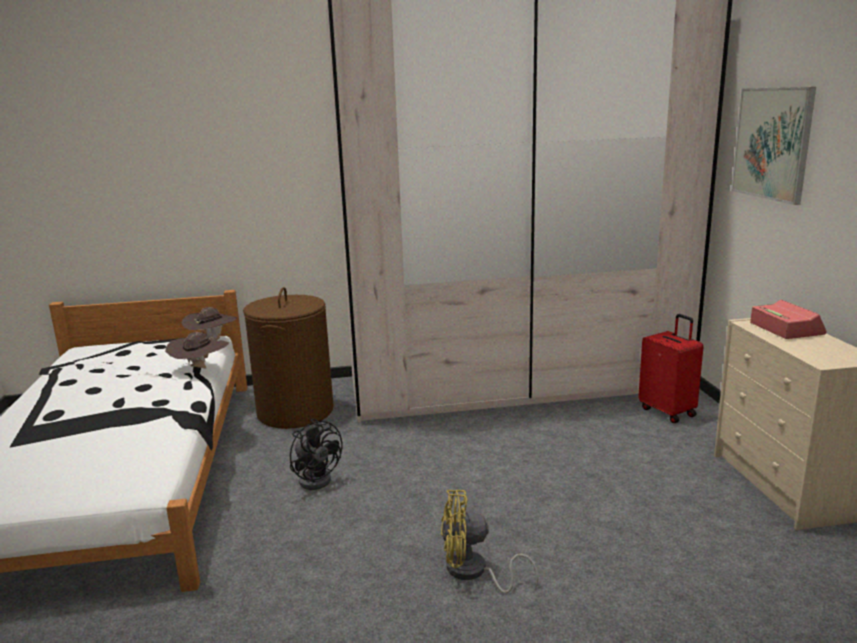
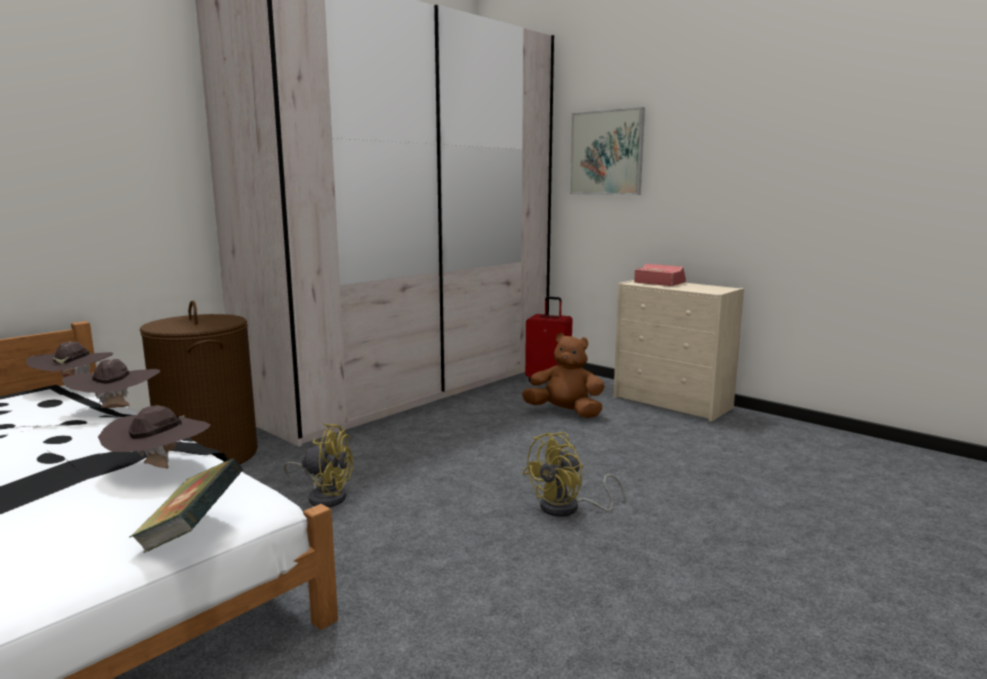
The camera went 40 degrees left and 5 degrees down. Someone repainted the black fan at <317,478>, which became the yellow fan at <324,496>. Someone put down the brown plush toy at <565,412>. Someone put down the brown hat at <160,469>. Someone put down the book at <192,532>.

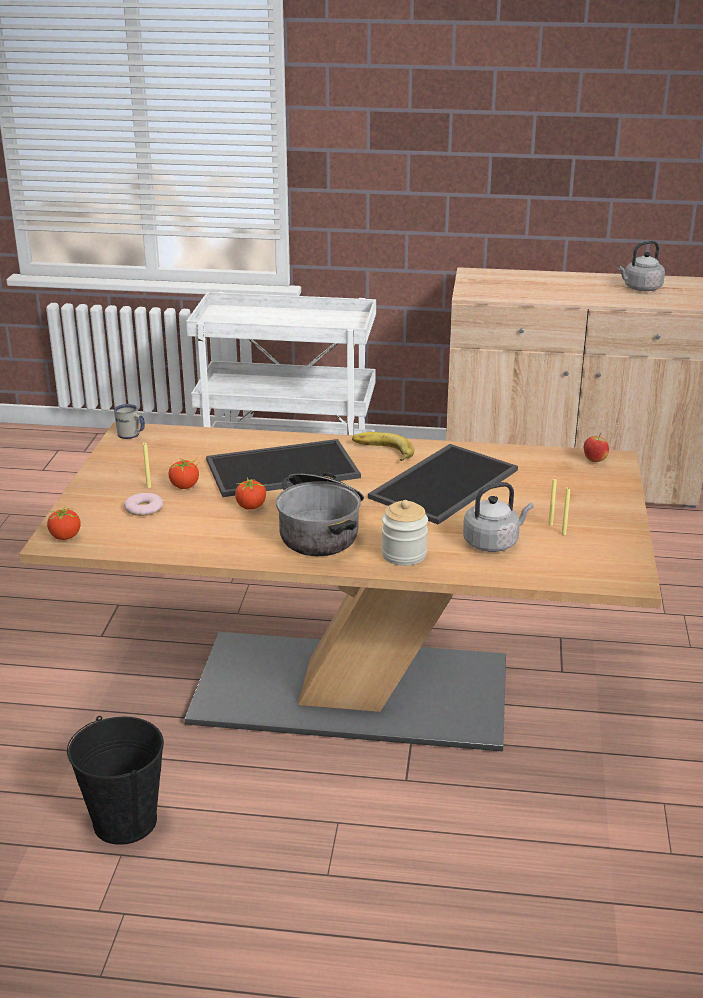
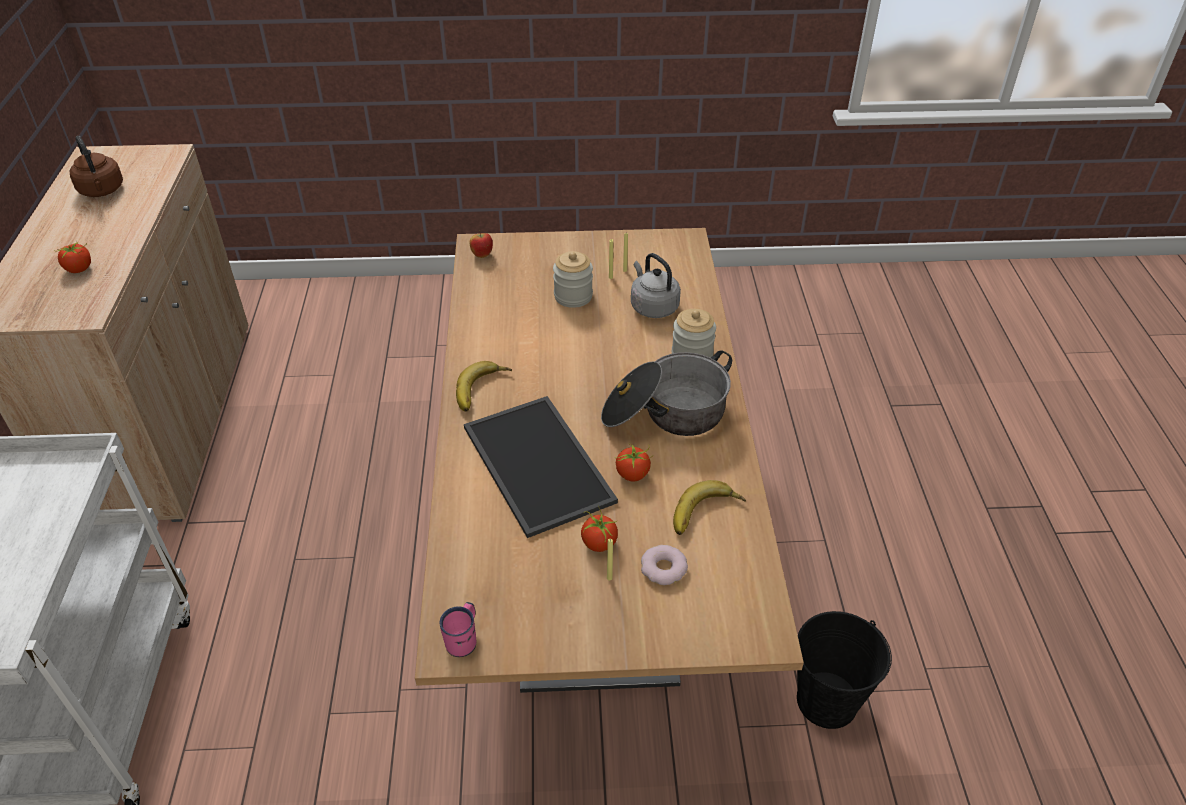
The camera went 100 degrees left and 15 degrees up. Someone repainted the grey kettle at <640,288>, which became the brown kettle at <102,191>. Someone repainted the white mug at <131,436>, which became the pink mug at <464,639>. Someone took away the tray at <443,482>. Someone carried the tomato from <65,537> to <79,269>. Someone put down the jar at <573,296>. Someone put down the banana at <706,515>.

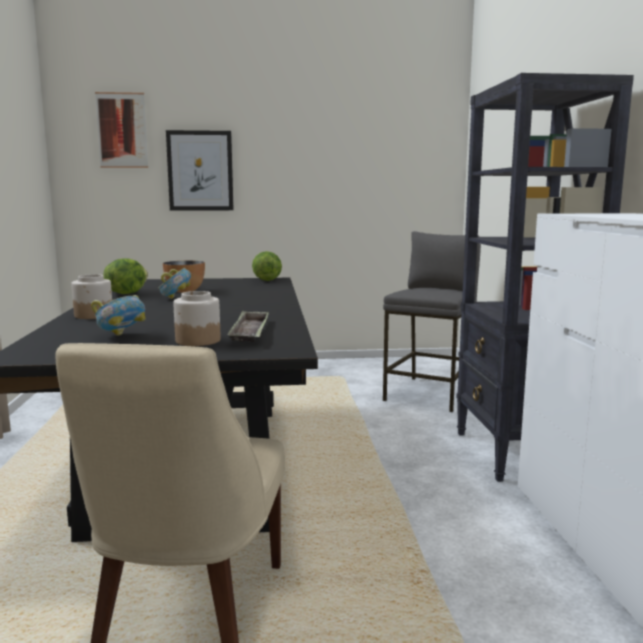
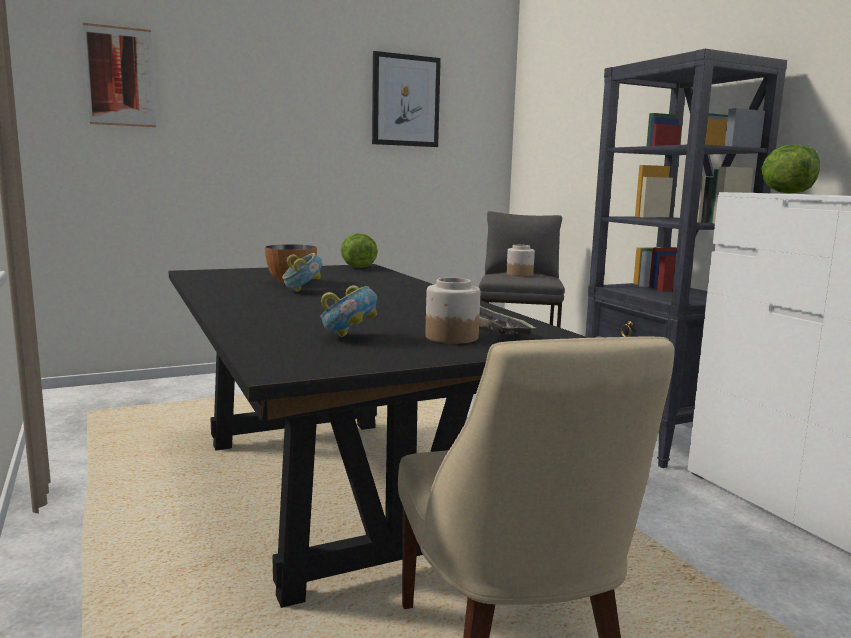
The camera went 20 degrees left and 0 degrees up. Someone carried the picture from <200,171> to <405,101>. Someone carried the lettuce from <126,293> to <786,193>. Someone carried the jar from <94,315> to <519,274>.

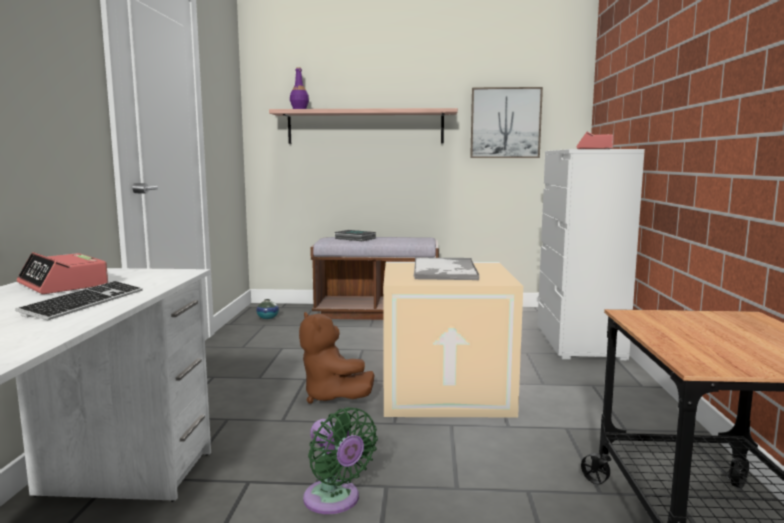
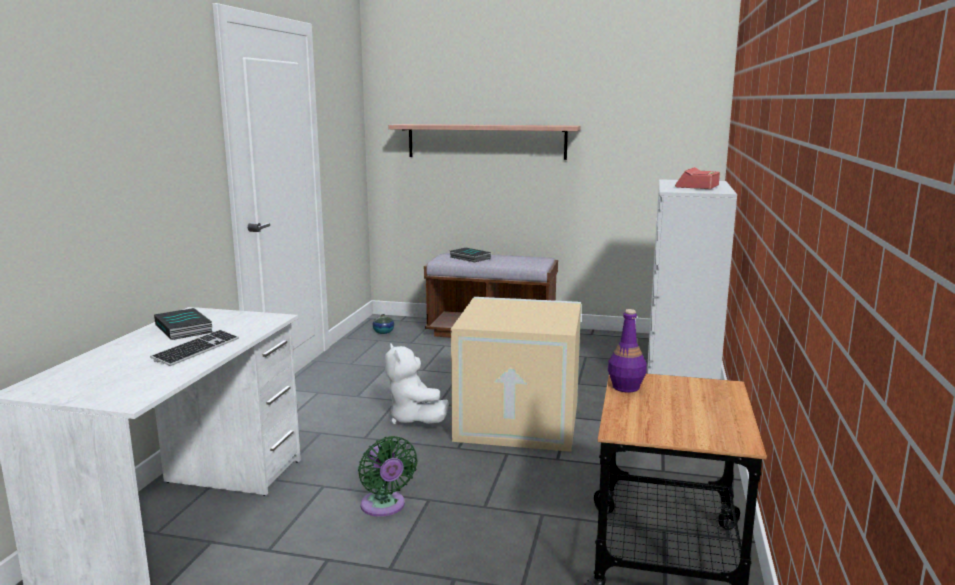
The camera went 10 degrees right and 5 degrees up. Someone carried the purple bottle from <299,109> to <625,387>. Someone took away the picture at <505,123>. Someone swapped the alarm clock at <63,285> for the book at <185,329>. Someone took away the tray at <444,270>. Someone repainted the brown plush toy at <332,396>, which became the white plush toy at <414,419>.

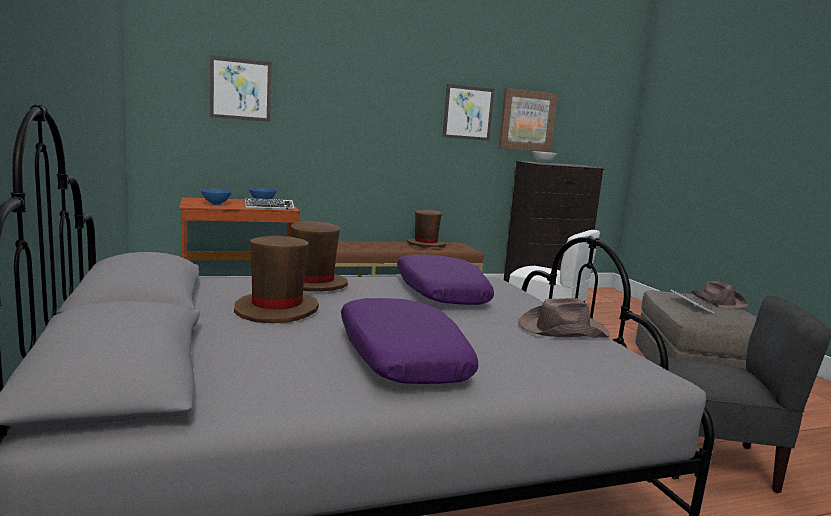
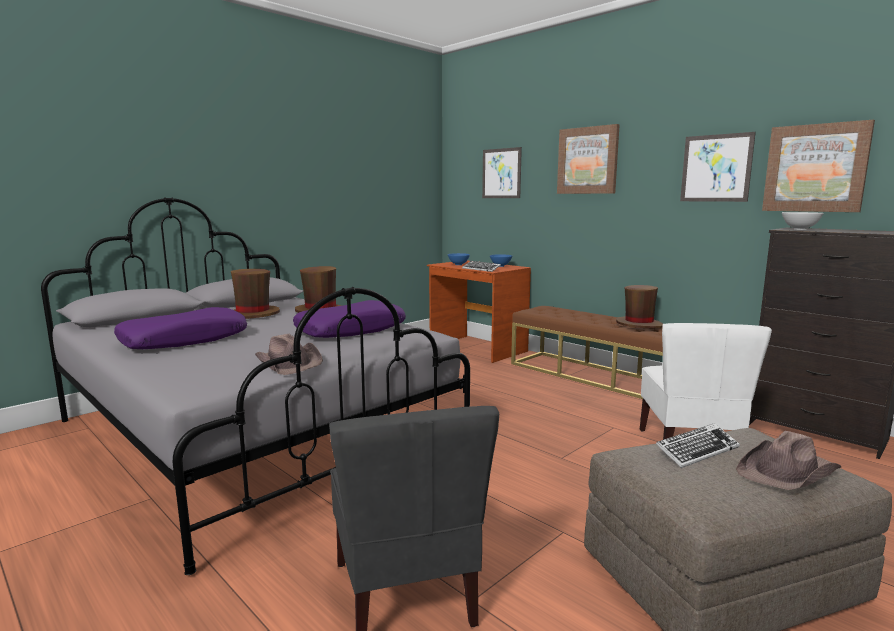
The camera went 65 degrees right and 0 degrees up. Someone put up the picture at <587,160>.

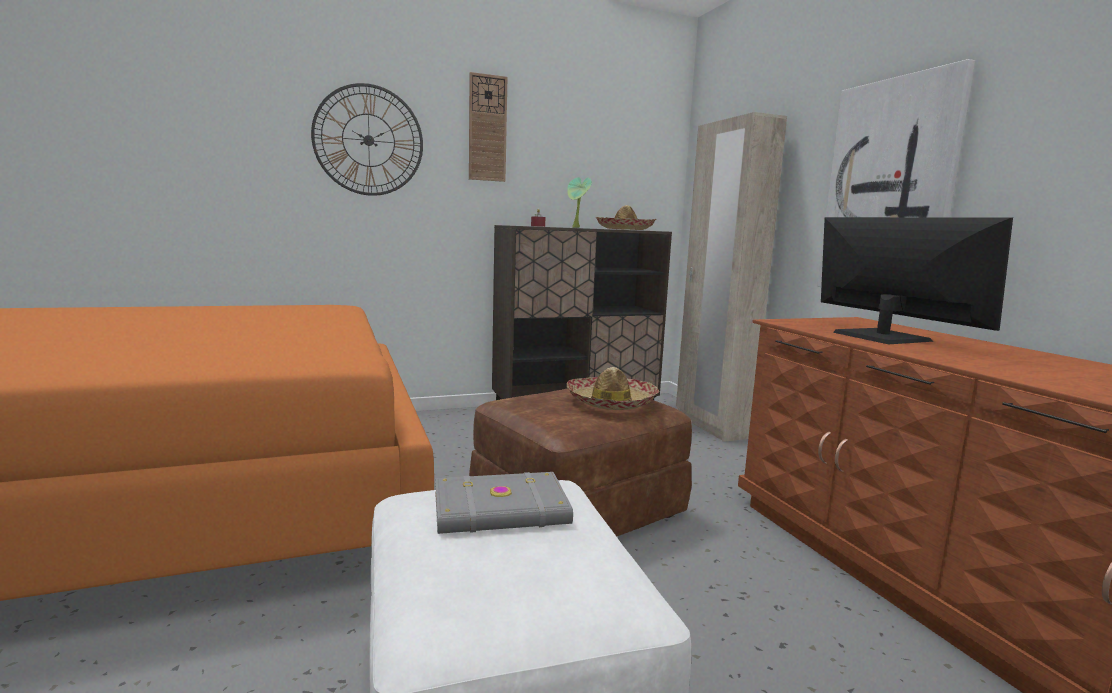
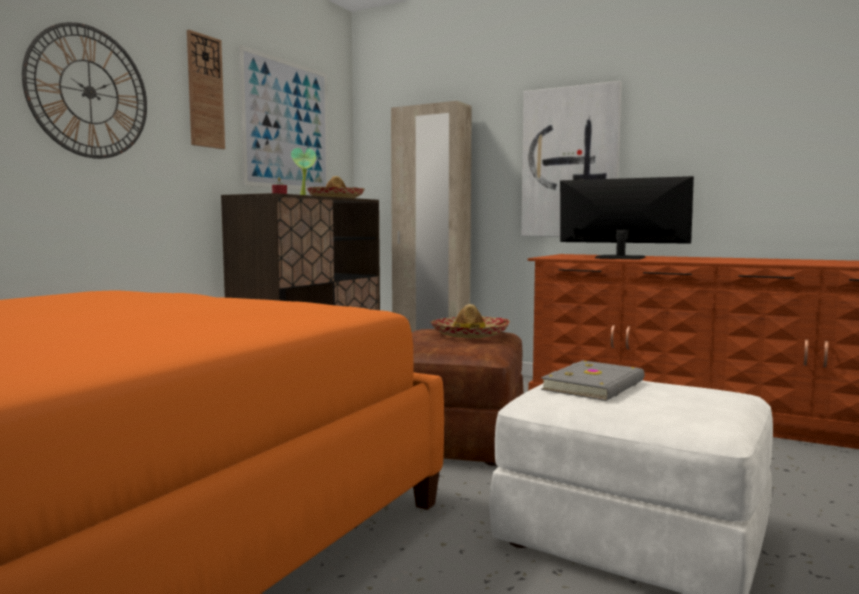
The camera went 40 degrees left and 5 degrees down. Someone put up the picture at <287,125>.

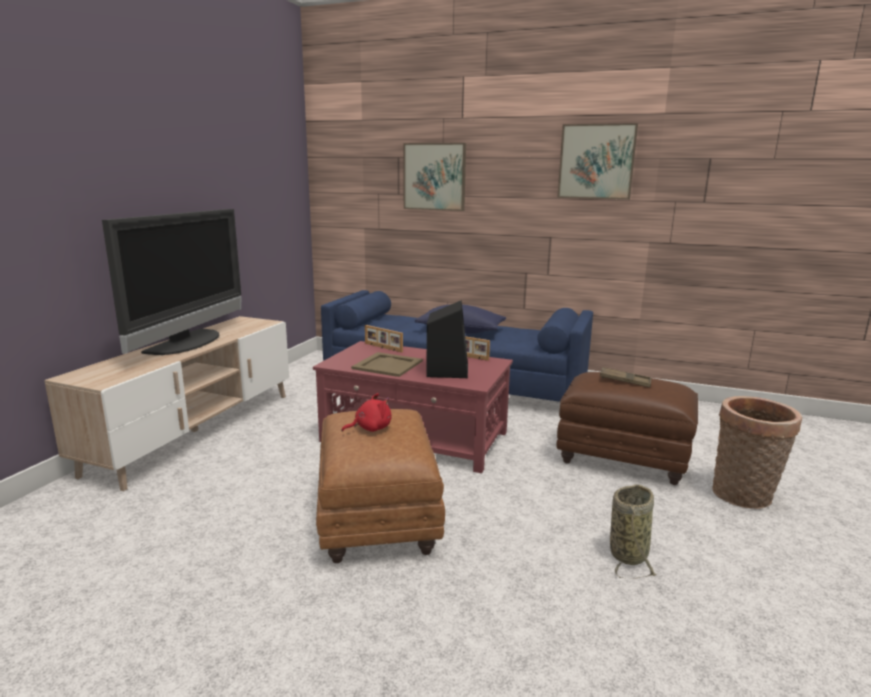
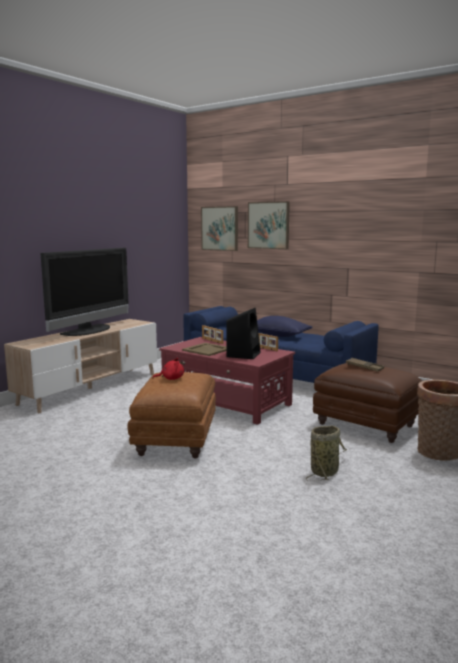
The camera went 15 degrees right and 5 degrees down. Someone carried the picture from <596,162> to <220,228>.

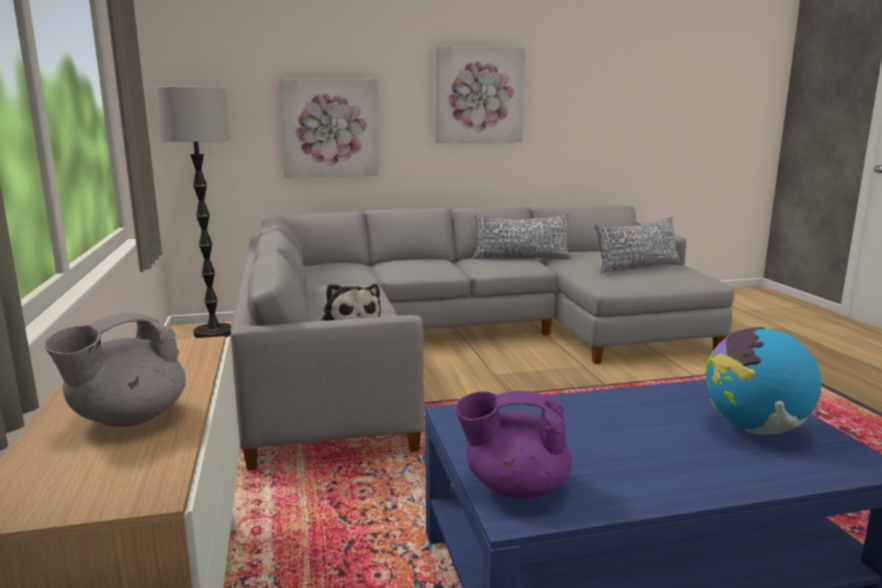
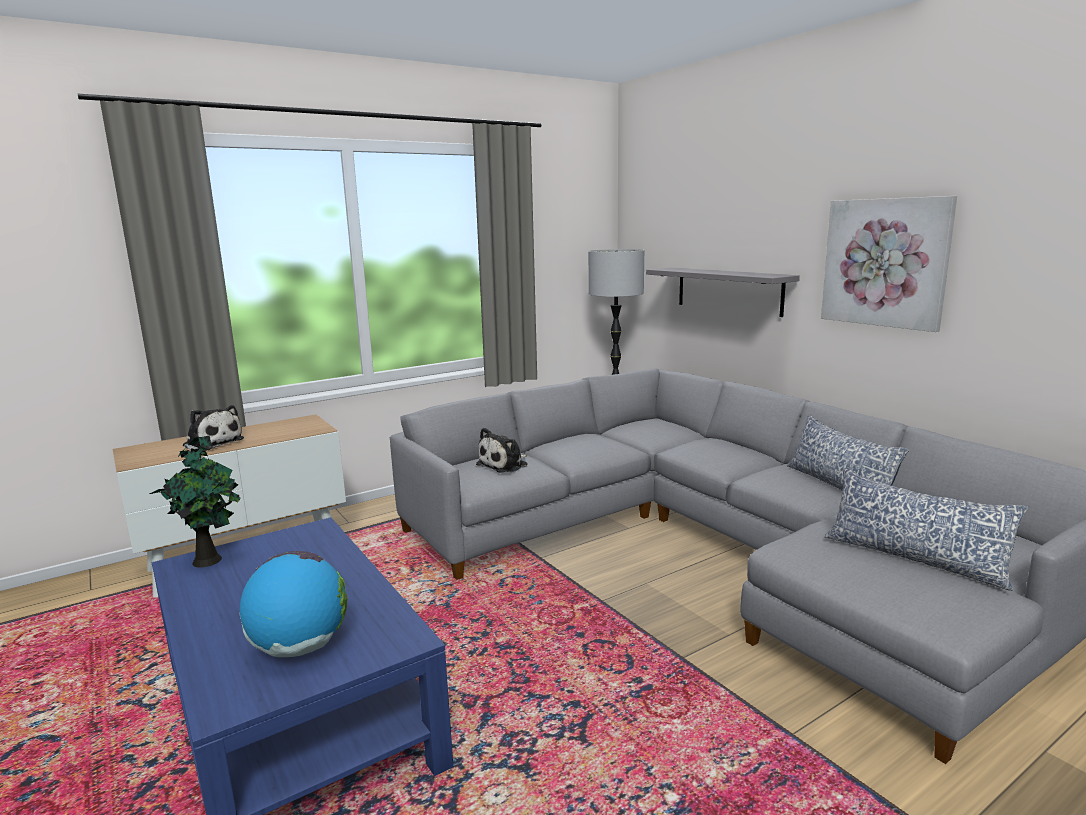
The camera went 70 degrees right and 0 degrees up. Someone swapped the picture at <329,128> for the grey shelf at <728,290>. Someone swapped the grey teapot at <128,418> for the plush toy at <212,443>. Someone swapped the purple teapot at <514,487> for the potted plant at <210,559>.

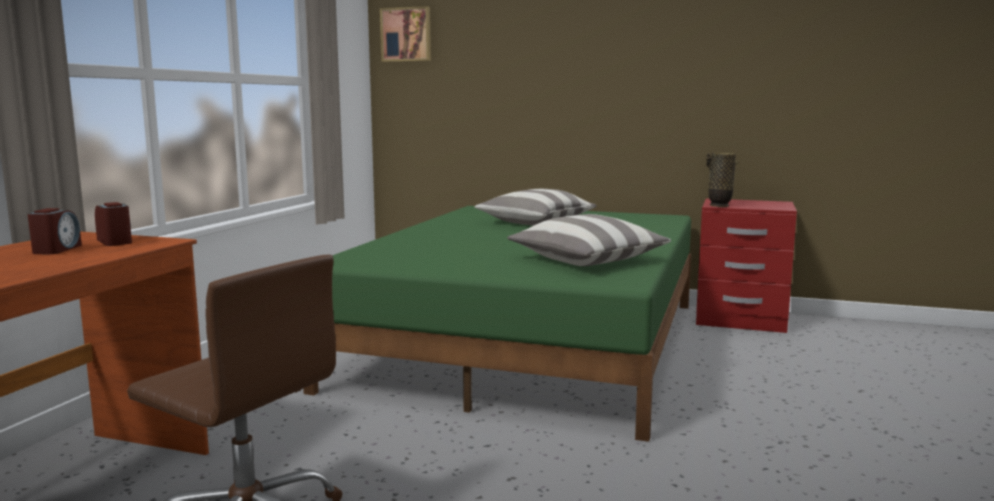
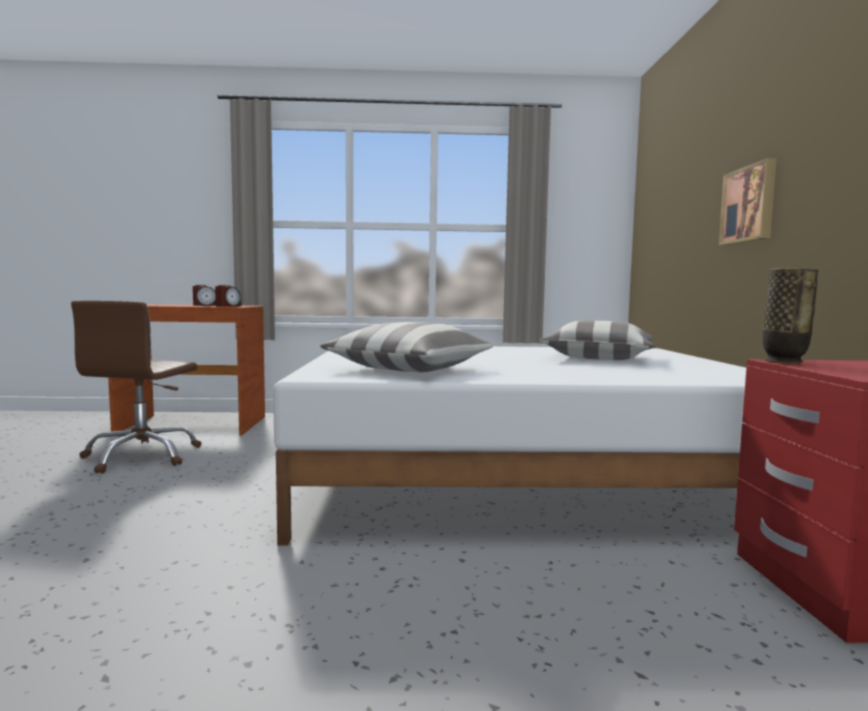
The camera went 70 degrees right and 5 degrees down. Someone carried the picture from <406,34> to <749,204>. Someone repainted the green bed at <530,343>, which became the white bed at <519,477>.

